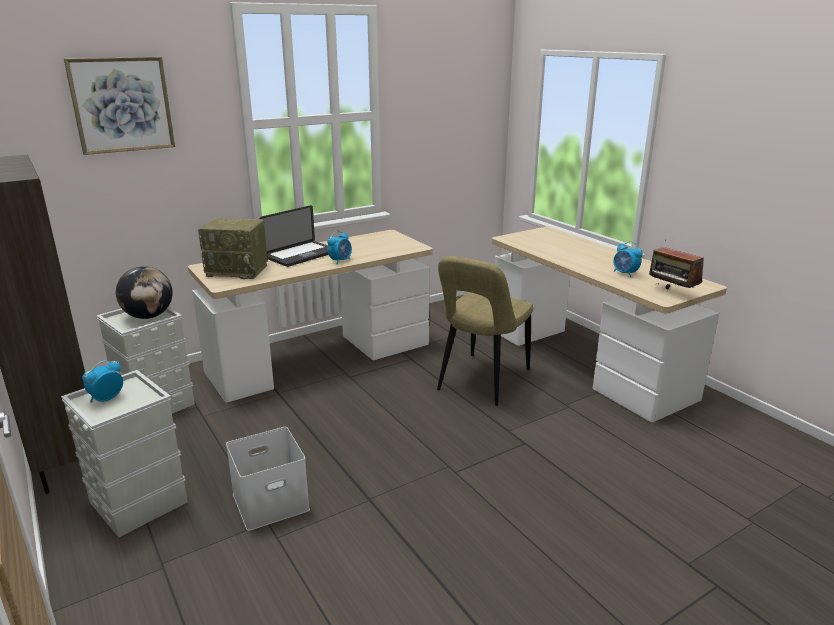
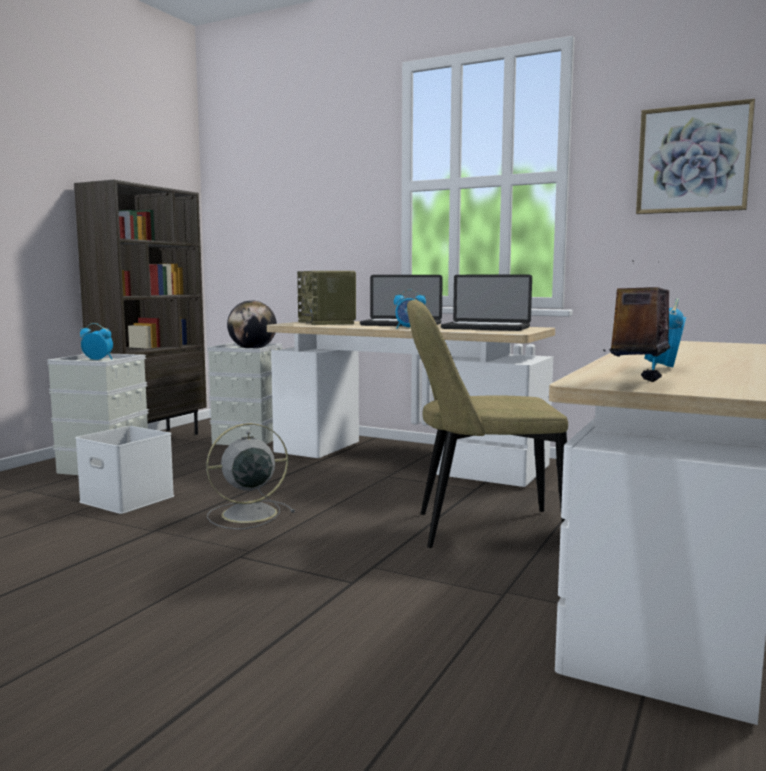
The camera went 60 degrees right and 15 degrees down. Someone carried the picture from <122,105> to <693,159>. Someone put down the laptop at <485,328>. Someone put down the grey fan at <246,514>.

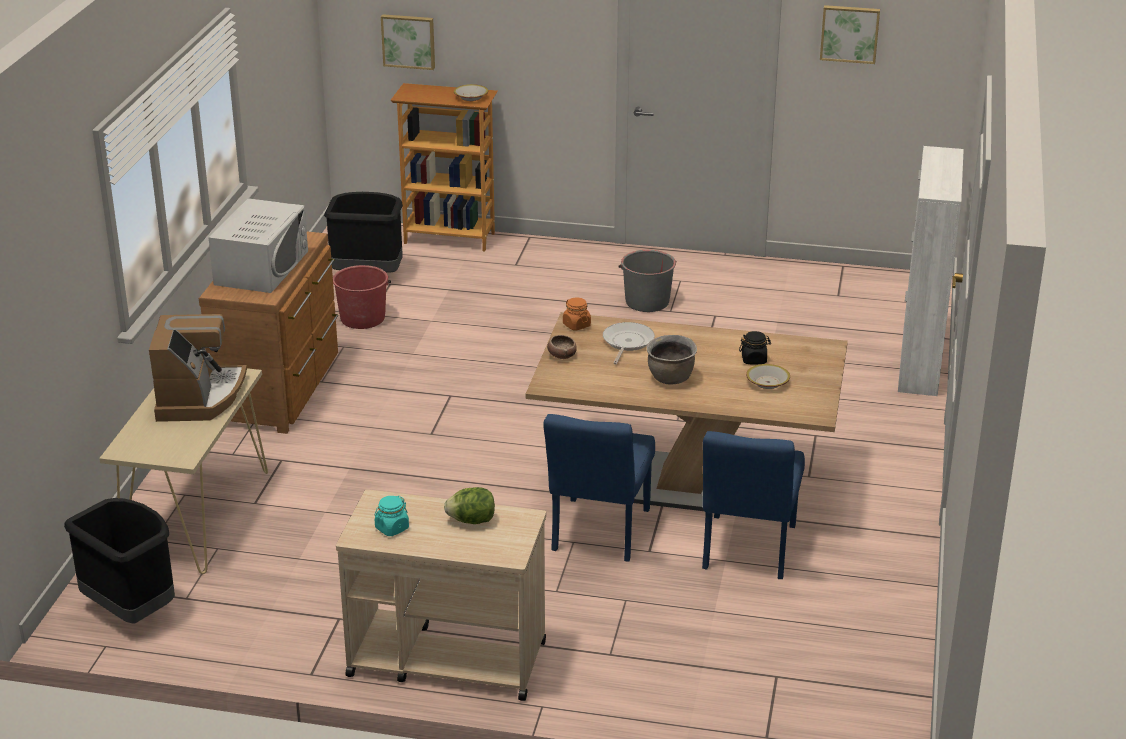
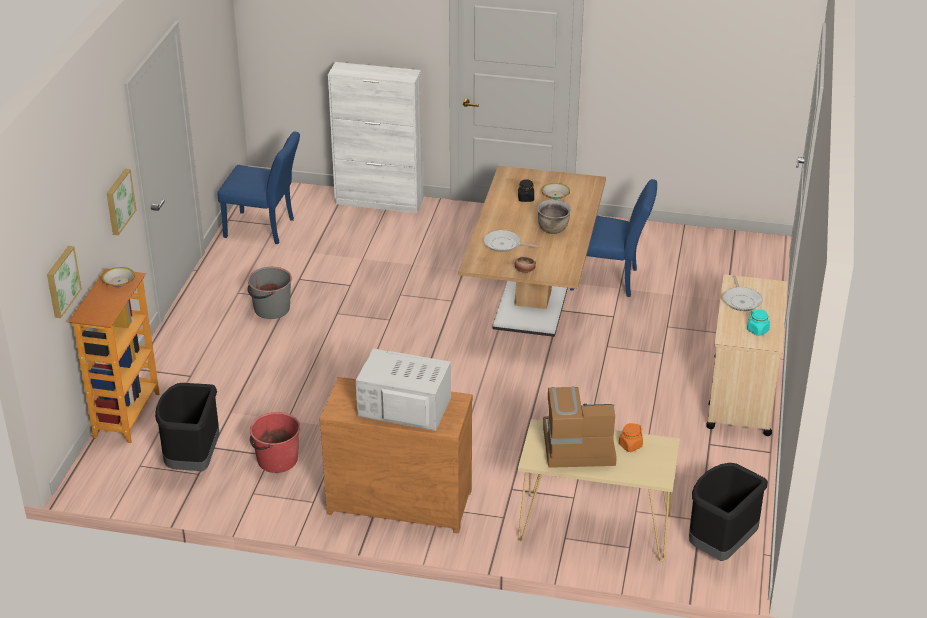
The camera went 90 degrees left and 5 degrees up. Someone carried the picture from <849,33> to <118,201>. Someone carried the orange jar from <576,325> to <630,445>. Someone carried the blue chair from <597,535> to <265,229>. Someone swapped the lettuce at <472,521> for the frying pan at <741,300>.

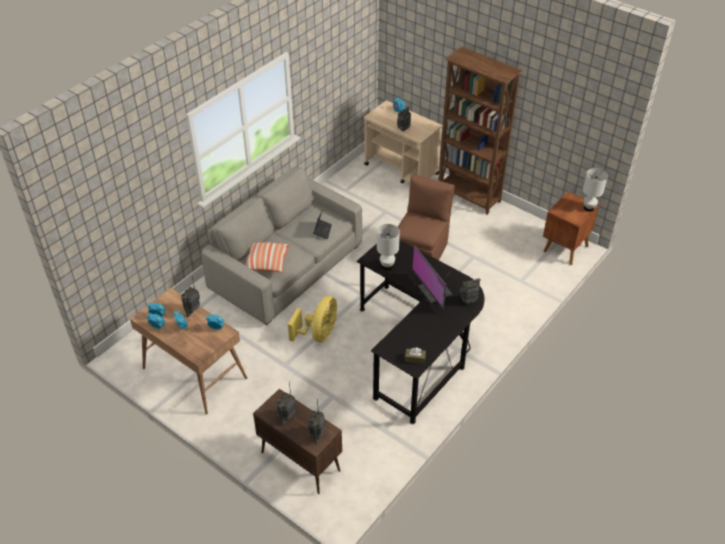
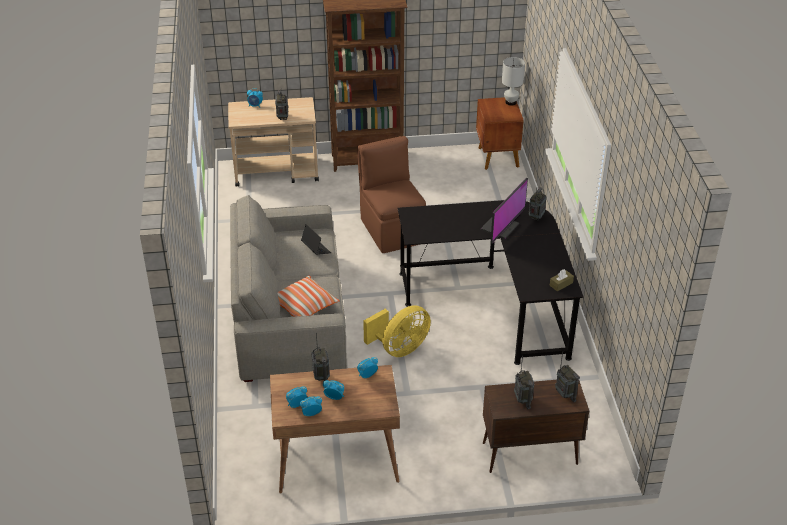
The camera went 45 degrees left and 5 degrees down. Someone took away the white table lamp at <387,266>. Someone rotated the monitor at <434,291> by 75 degrees counterclockwise. Someone rotated the yellow fan at <318,334> by 75 degrees clockwise.

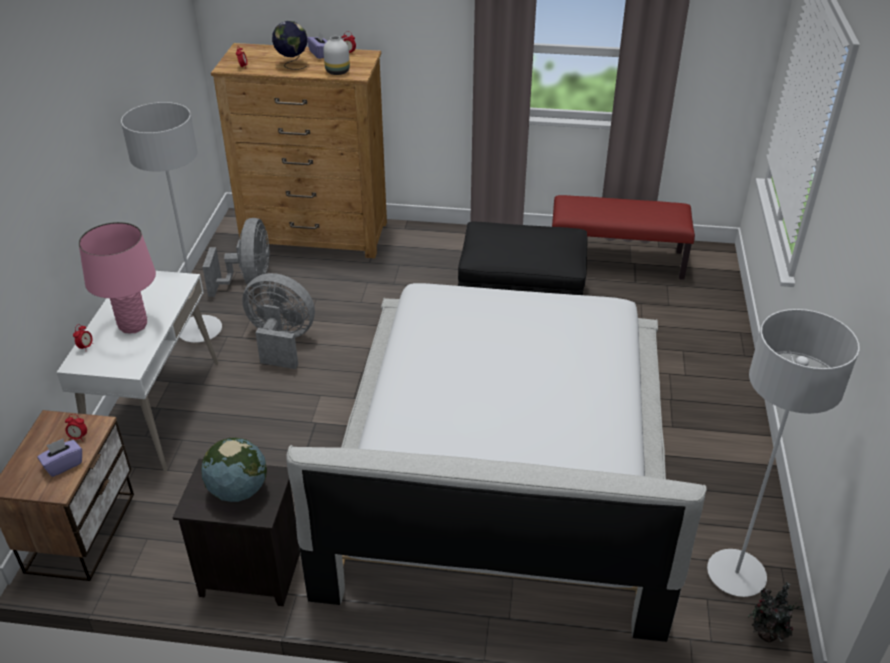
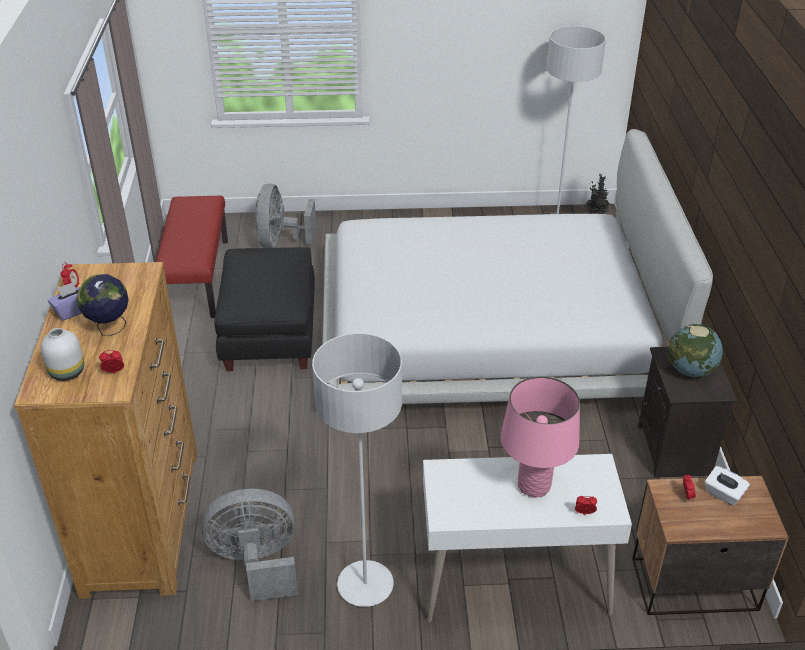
The camera went 100 degrees left and 0 degrees up. Someone carried the white vase from <337,71> to <66,373>. Someone carried the grey fan from <281,342> to <280,241>. Someone repainted the purple tissue box at <63,465>, which became the white tissue box at <723,494>.

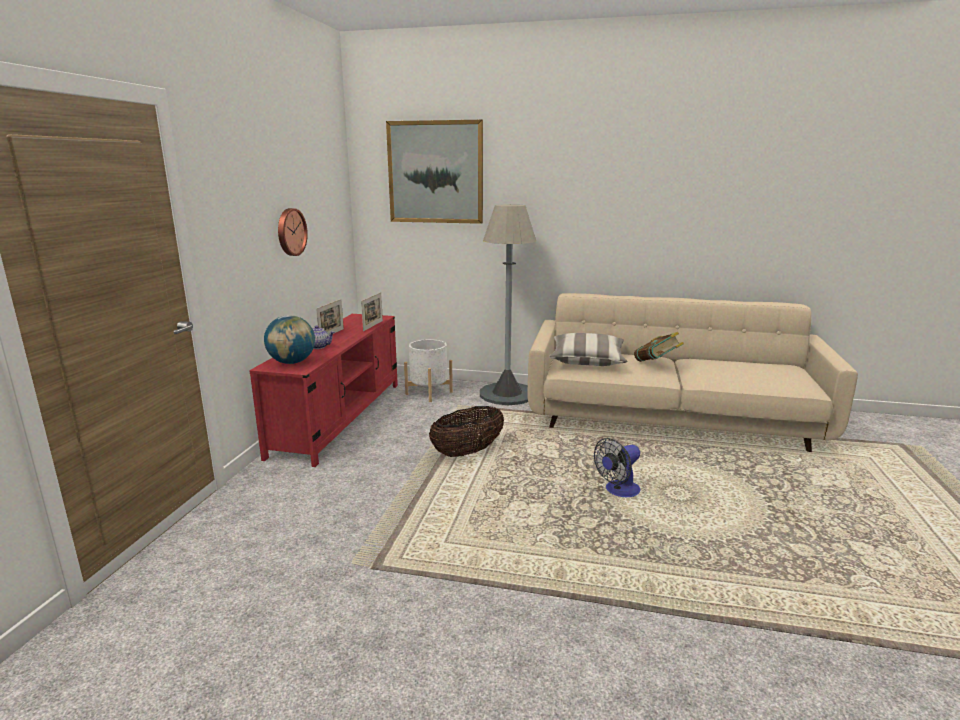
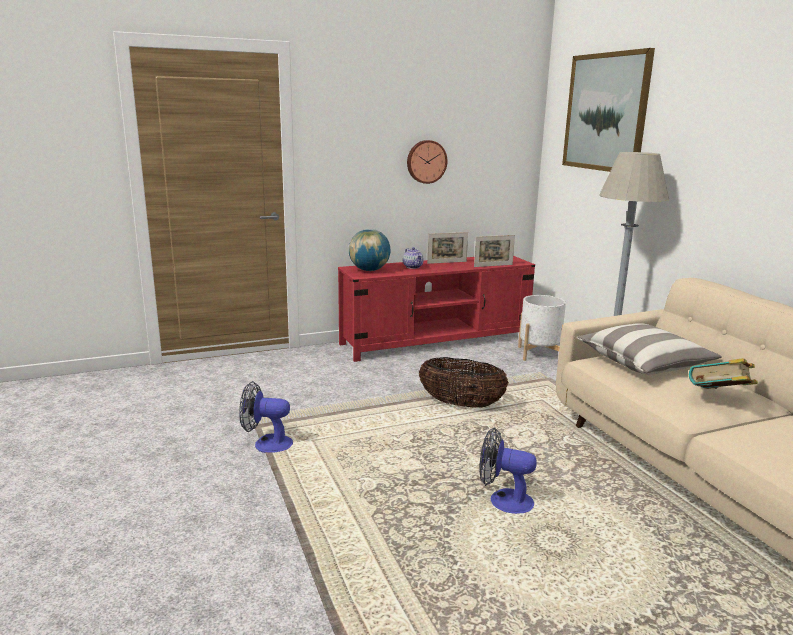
The camera went 55 degrees right and 0 degrees up. Someone put down the fan at <266,443>.

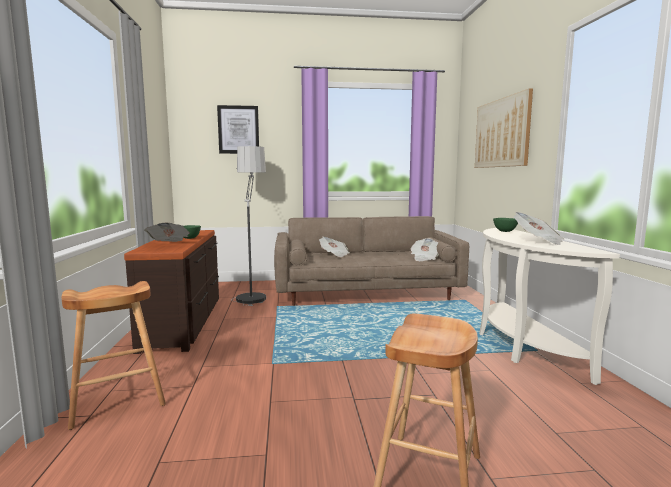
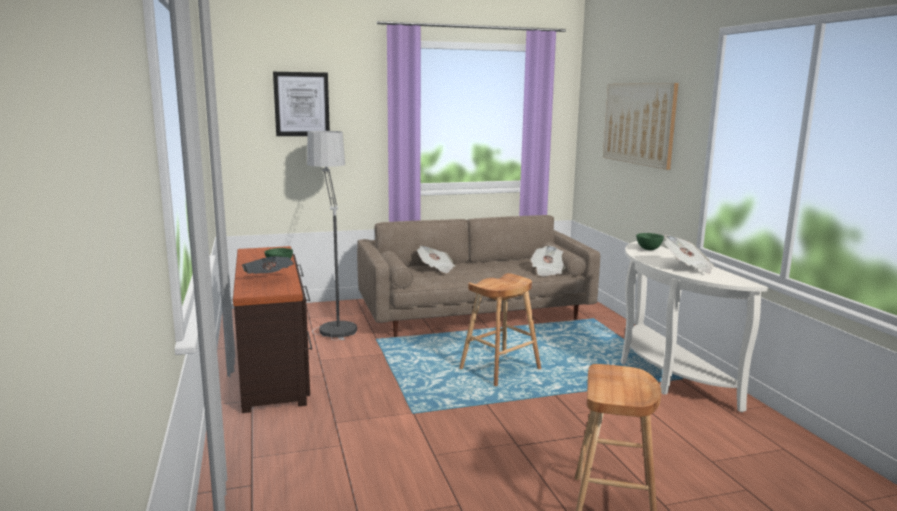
The camera went 10 degrees left and 5 degrees up. Someone carried the brown stool from <118,401> to <500,369>.

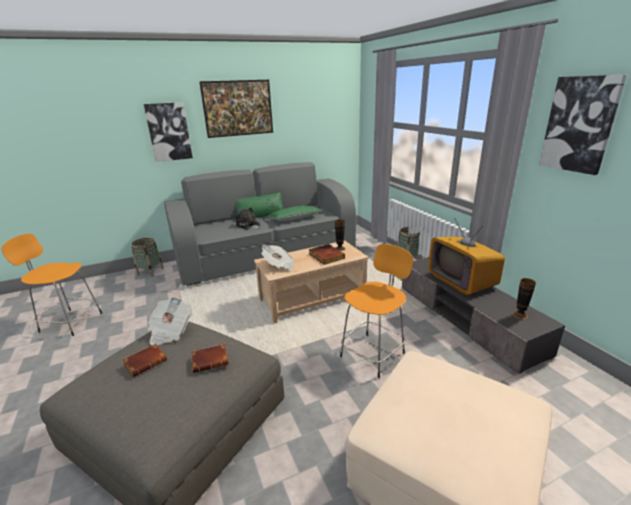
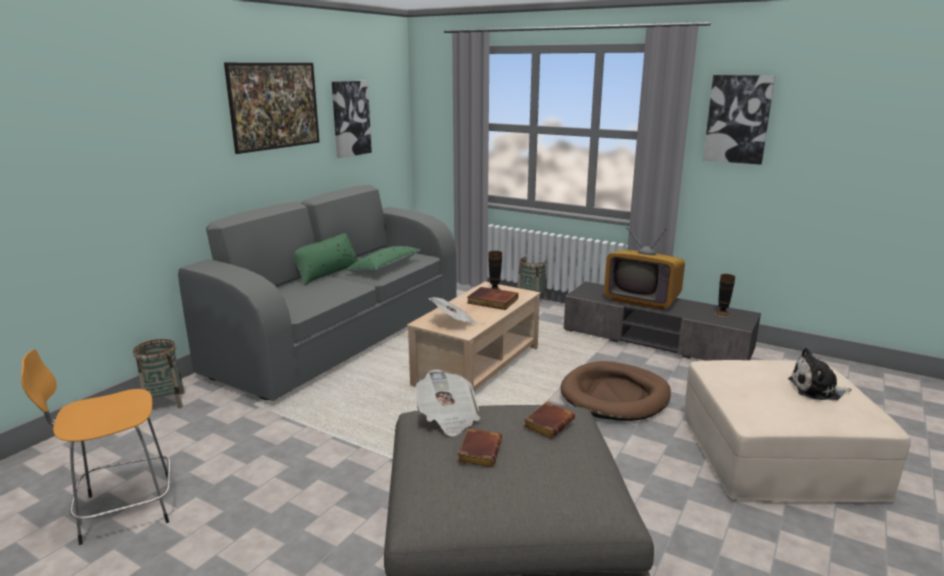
The camera went 35 degrees left and 5 degrees down. Someone carried the picture from <169,132> to <350,118>. Someone carried the plush toy from <248,226> to <817,390>. Someone swapped the orange stool at <373,353> for the brown dog bed at <615,396>.

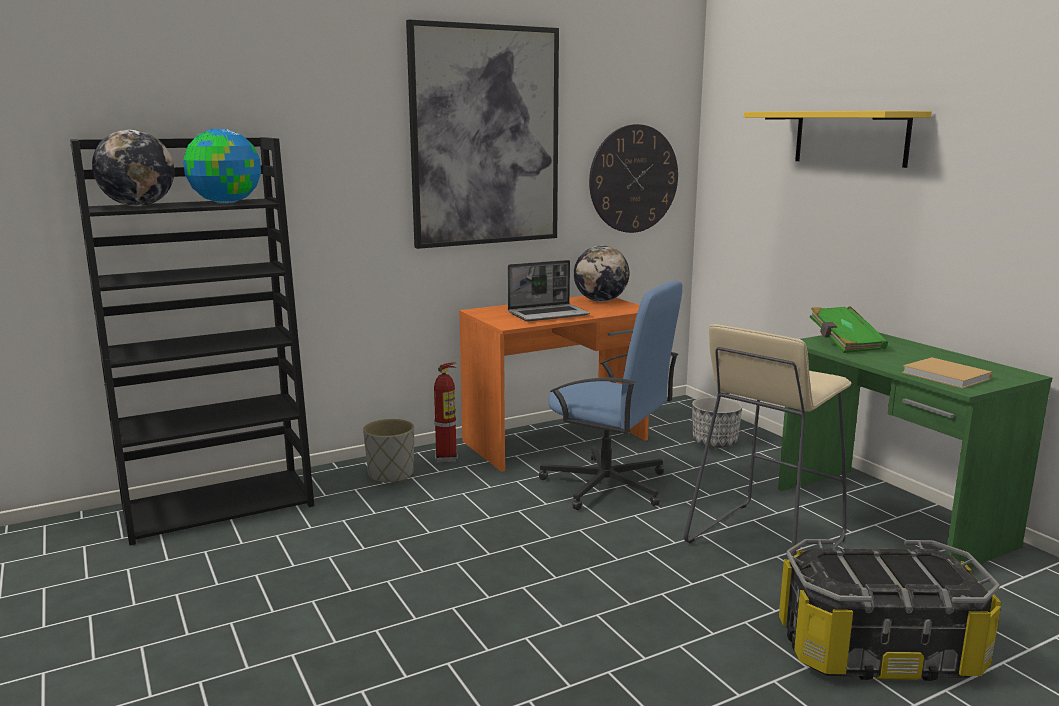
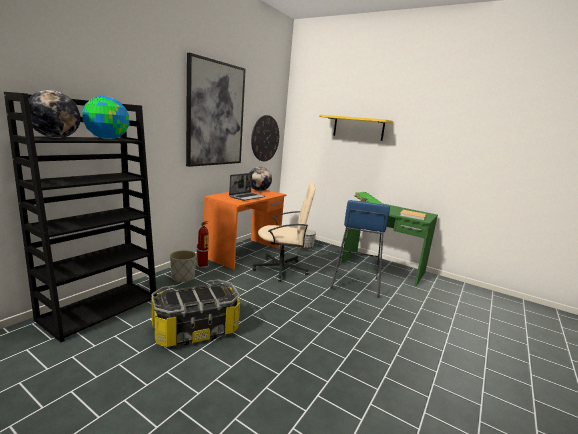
The camera went 30 degrees left and 0 degrees up. Someone repainted the blue office chair at <607,485>, which became the beige office chair at <281,269>. Someone repainted the beige stool at <764,541>, which became the blue stool at <355,283>. Someone carried the storage box from <878,652> to <195,330>.

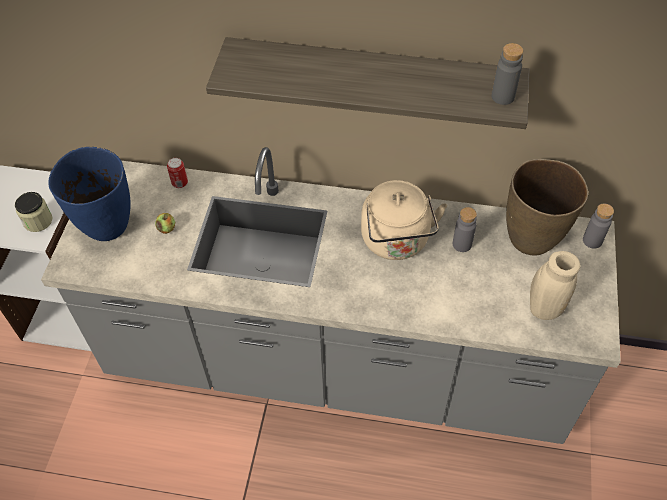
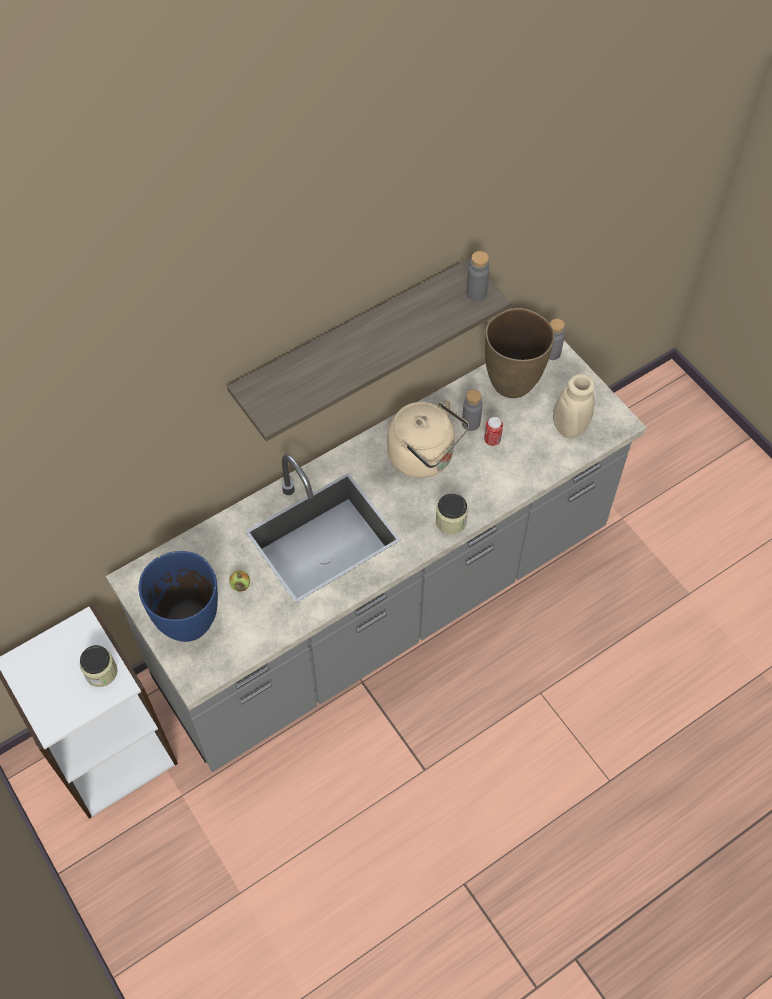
The camera went 45 degrees left and 5 degrees up. Someone carried the can from <180,183> to <492,440>. Someone put down the jar at <451,521>.

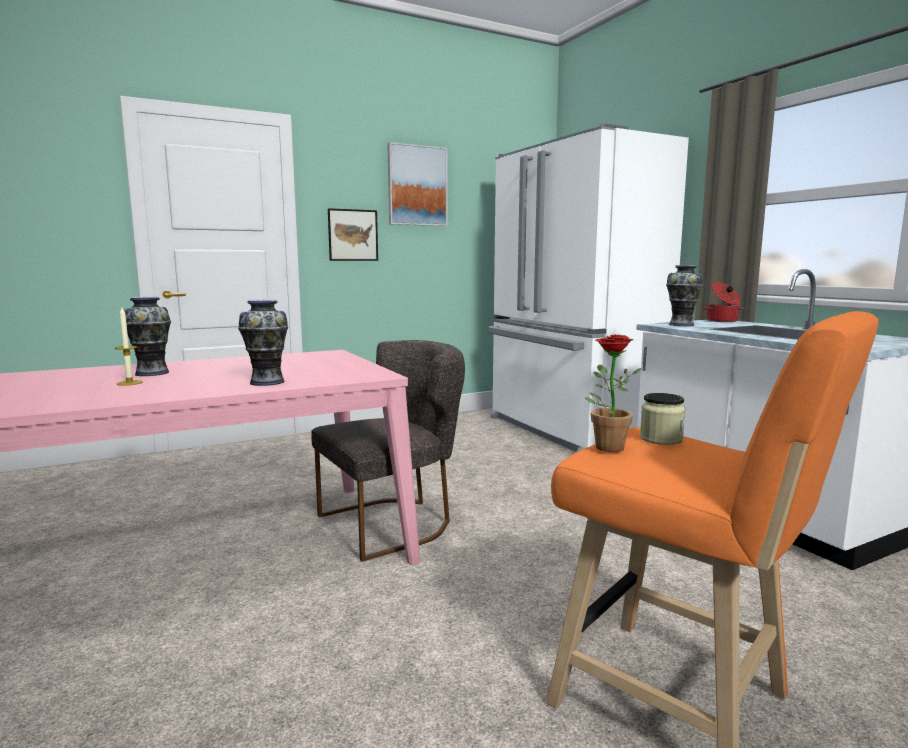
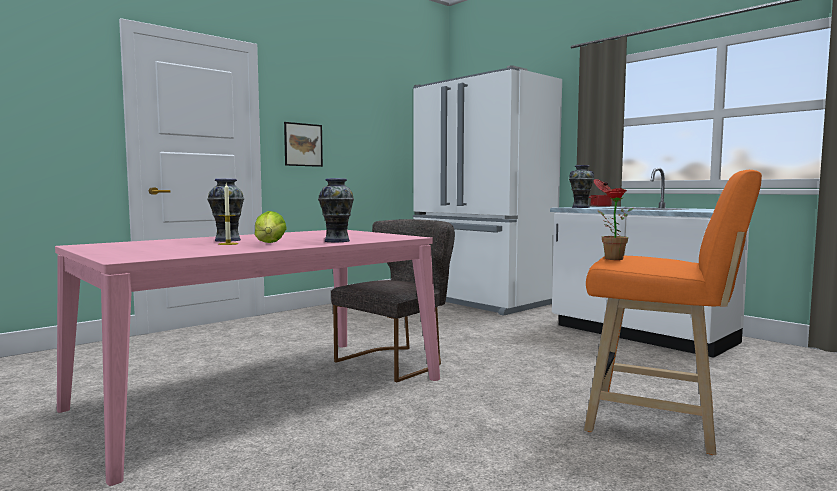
The camera went 15 degrees left and 5 degrees down. Someone took away the picture at <417,186>. Someone took away the jar at <661,439>. Someone put down the lettuce at <269,244>.

